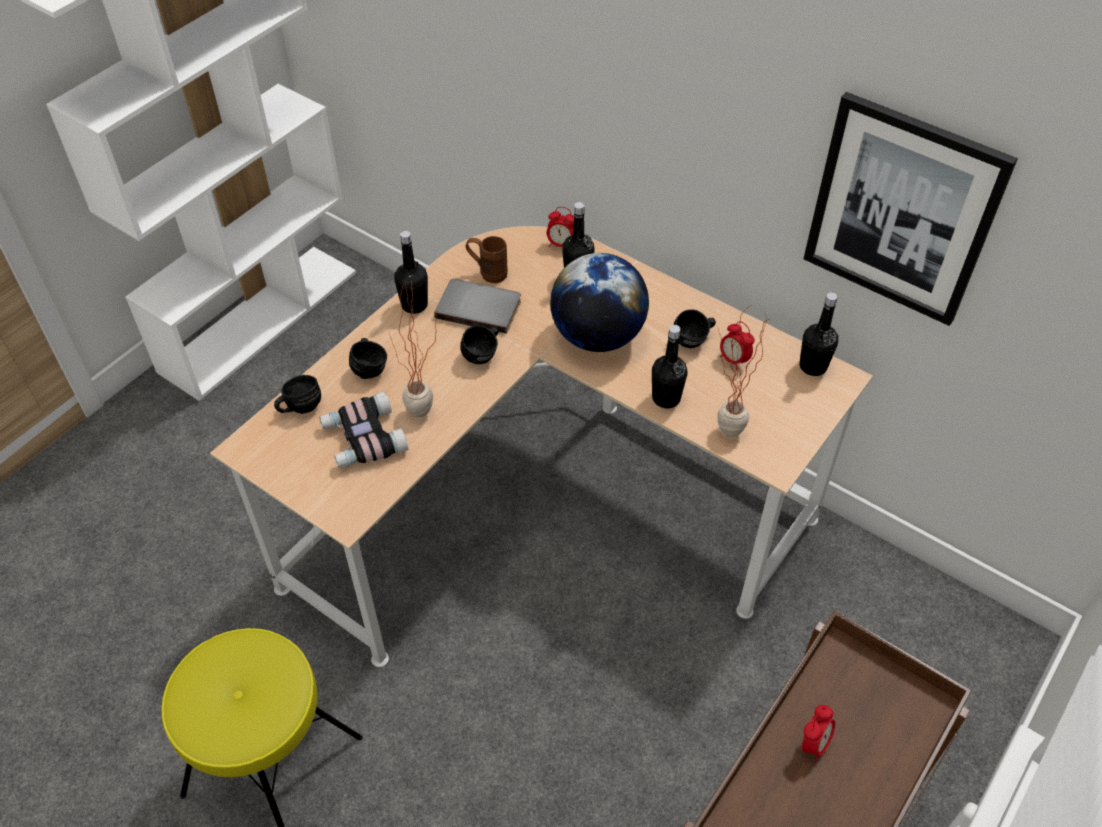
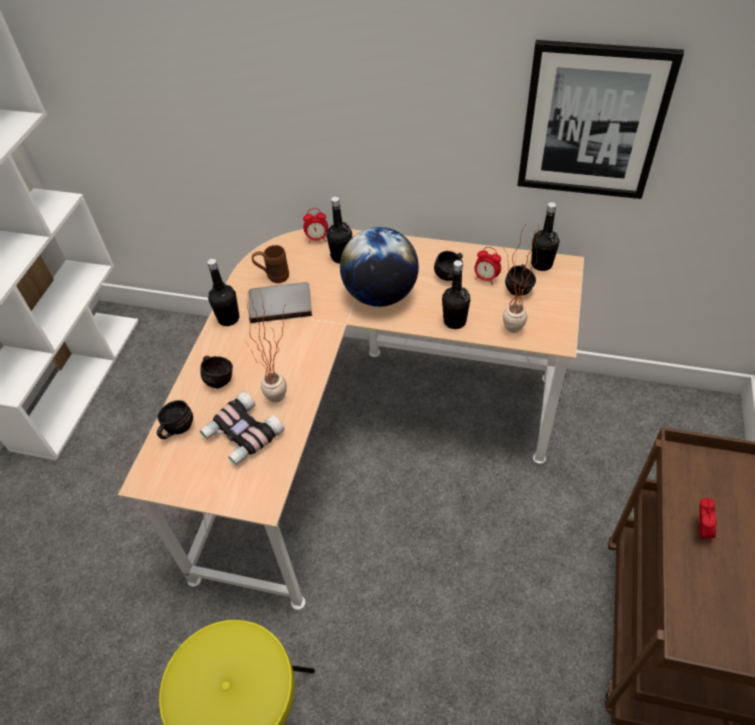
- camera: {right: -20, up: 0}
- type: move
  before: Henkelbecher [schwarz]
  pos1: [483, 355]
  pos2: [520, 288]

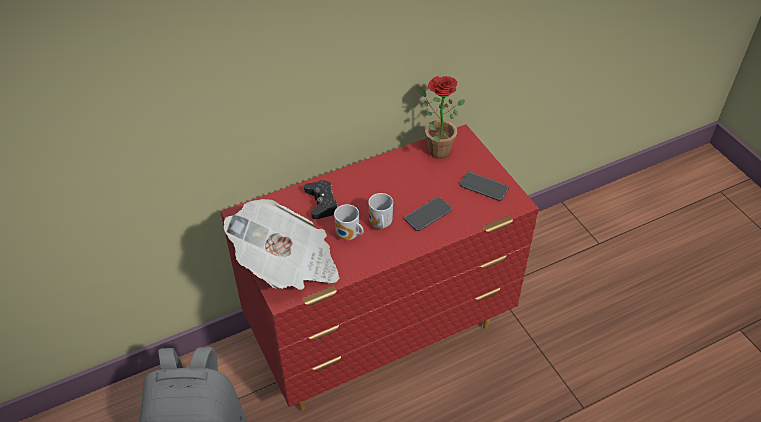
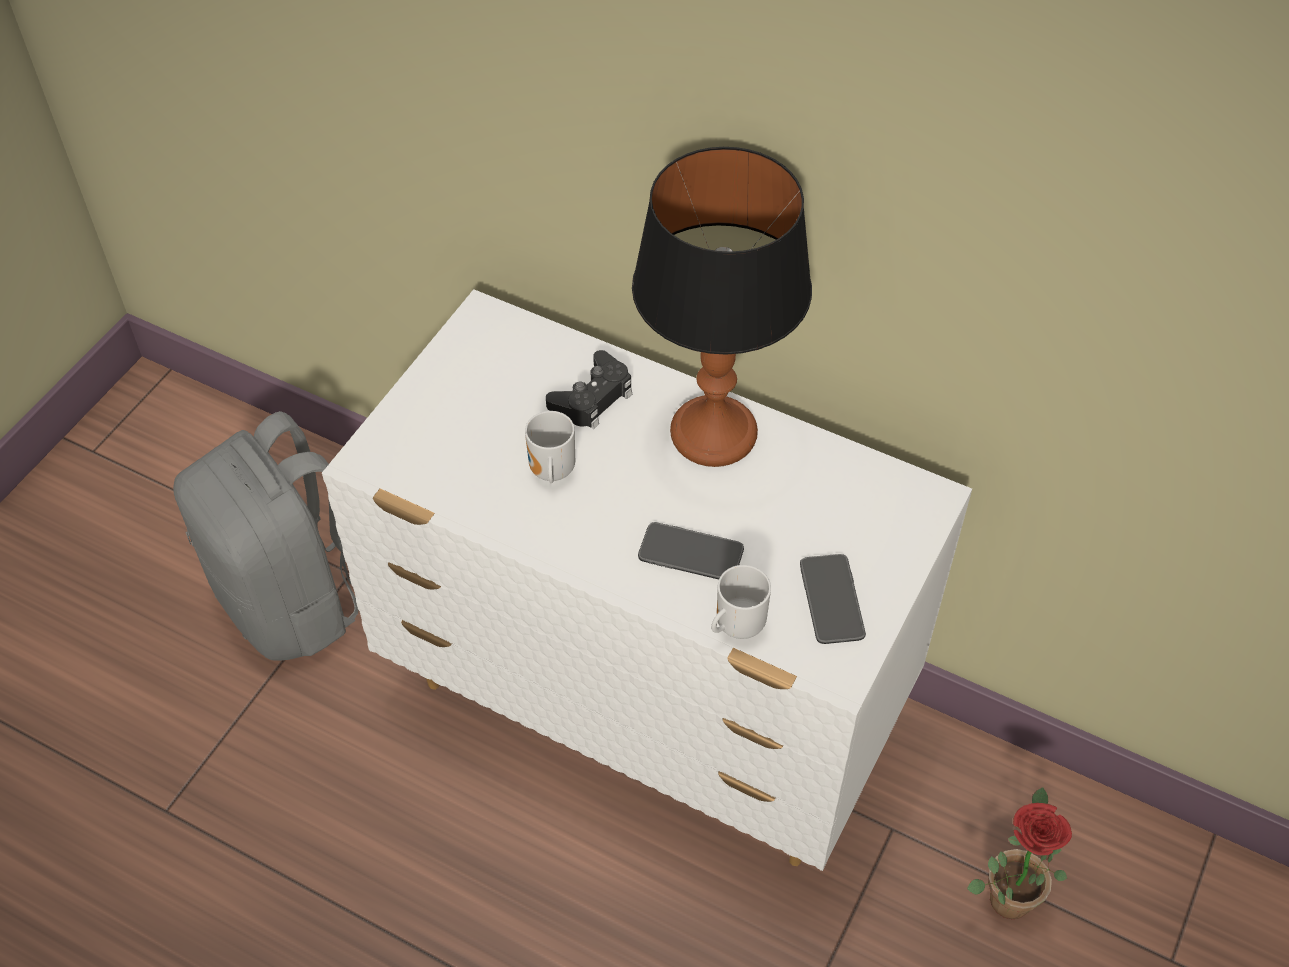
- camera: {right: 55, up: 5}
- type: recolor
  before: Kommode [rot]
  after: Kommode [weiß]
  pos1: [382, 335]
  pos2: [648, 711]
- type: insert
  after: Tischlampe
  pos2: [714, 433]
- type: move
  before: Henkelbecher
  pos1: [379, 225]
  pos2: [736, 625]
- type: move
  before: Topfpflanze
  pos1: [435, 149]
  pos2: [1008, 890]
- type: delete
  before: Zeitung
  pos1: [287, 265]

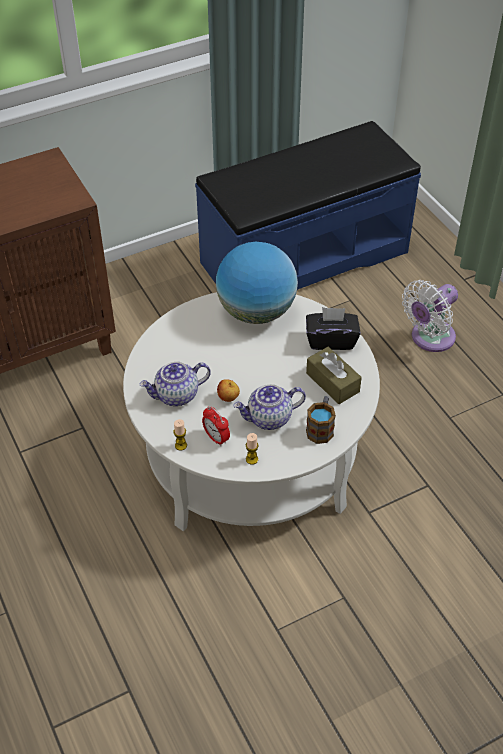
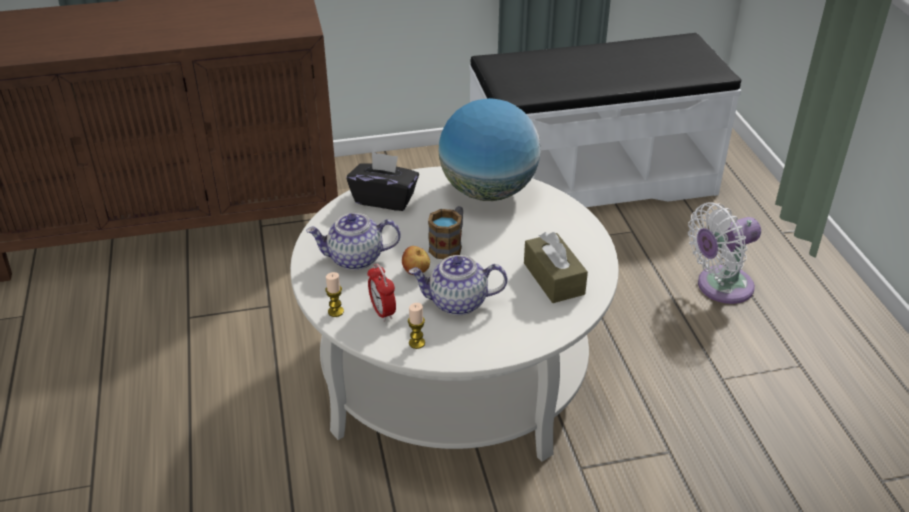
- camera: {right: 15, up: -10}
- type: move
  before: Taschentuchbox [schwarz]
  pos1: [331, 340]
  pos2: [384, 199]
- type: move
  before: Henkelbecher
  pos1: [321, 428]
  pos2: [449, 245]
- type: recolor
  before: Bank [blau]
  after: Bank [weiß]
  pos1: [303, 256]
  pos2: [590, 180]

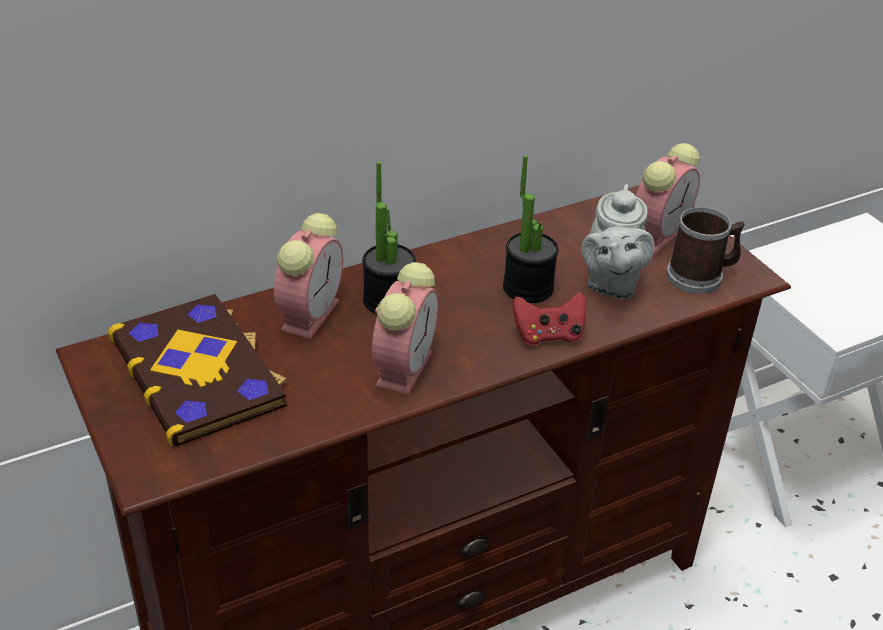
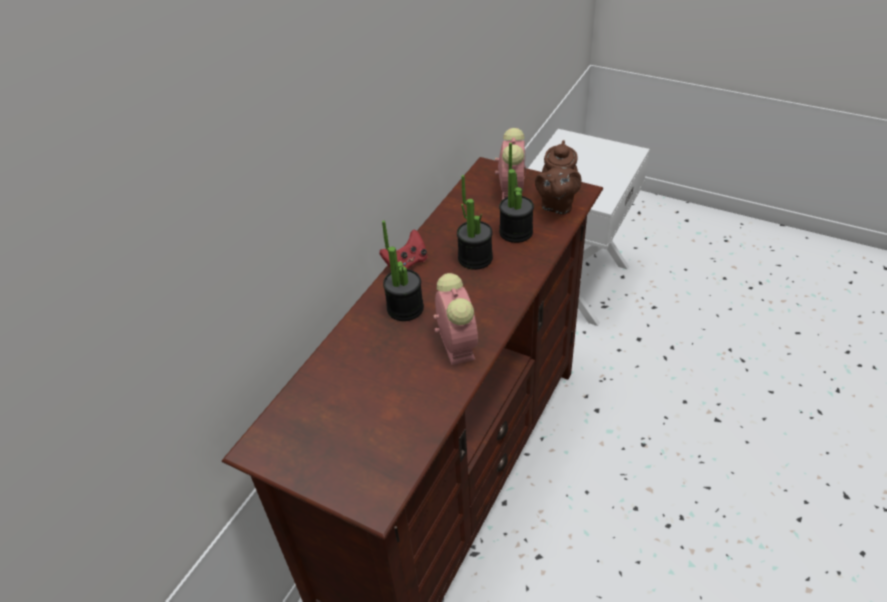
- camera: {right: -30, up: 5}
- type: move
  before: Gamepad [rot]
  pos1: [548, 335]
  pos2: [406, 264]
- type: replace
  before: Teekanne [grau]
  after: Topfpflanze
  pos1: [611, 283]
  pos2: [516, 232]
- type: replace
  before: Henkelbecher
  after: Teekanne [braun]
  pos1: [700, 276]
  pos2: [556, 204]
- type: delete
  before: Buch
  pos1: [199, 371]
- type: delete
  before: Wecker
  pos1: [310, 313]

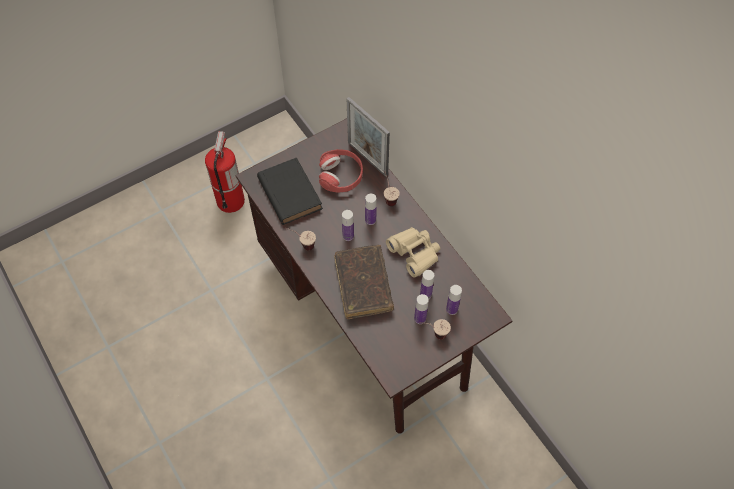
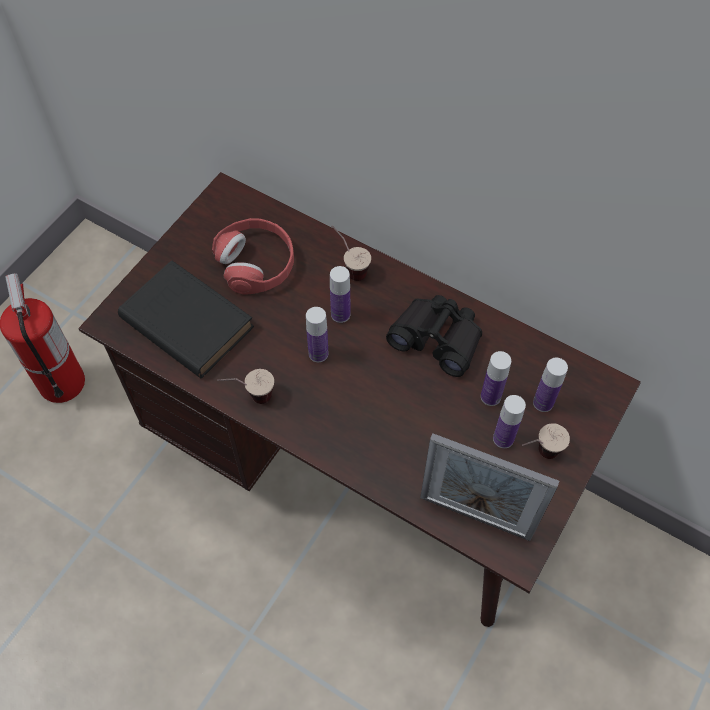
- camera: {right: -25, up: 0}
- type: recolor
  before: Fernglas [beige]
  after: Fernglas [schwarz]
  pos1: [414, 253]
  pos2: [437, 339]
- type: move
  before: Bilderrahmen
  pos1: [367, 159]
  pos2: [475, 516]
- type: delete
  before: Buch [braun]
  pos1: [363, 285]

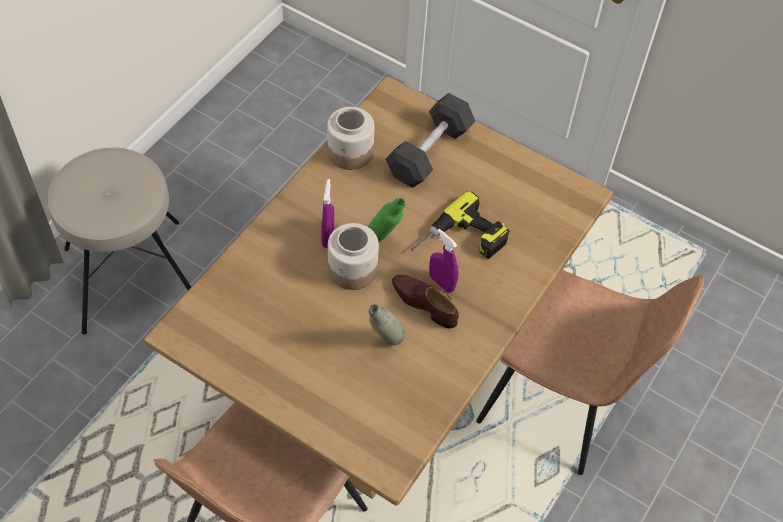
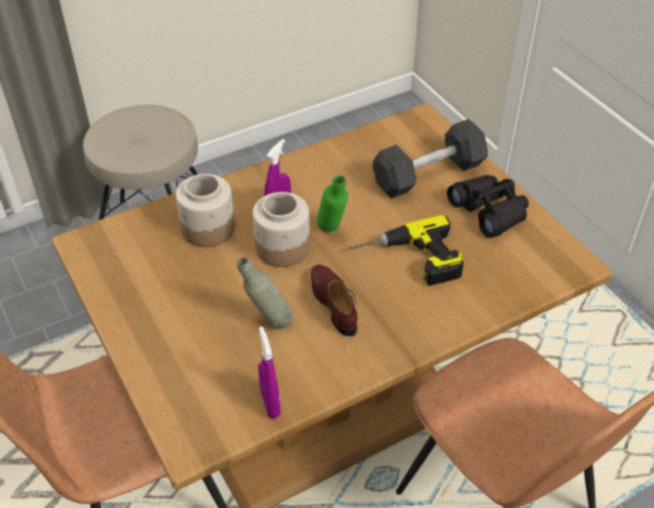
- camera: {right: 30, up: -10}
- type: move
  before: Vorratsglas
  pos1: [350, 153]
  pos2: [208, 229]
- type: move
  before: Sprühflasche [lila]
  pos1: [441, 283]
  pos2: [270, 403]
- type: insert
  after: Fernglas [schwarz]
  pos2: [489, 211]

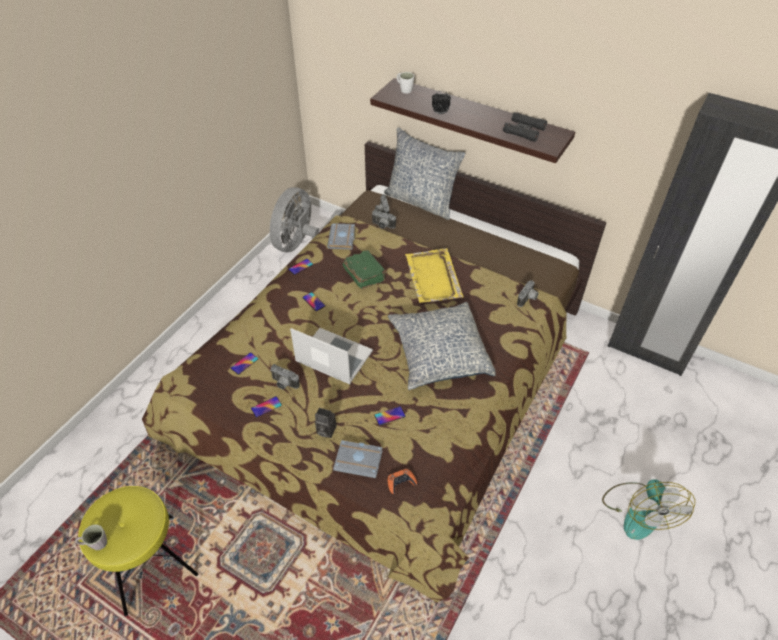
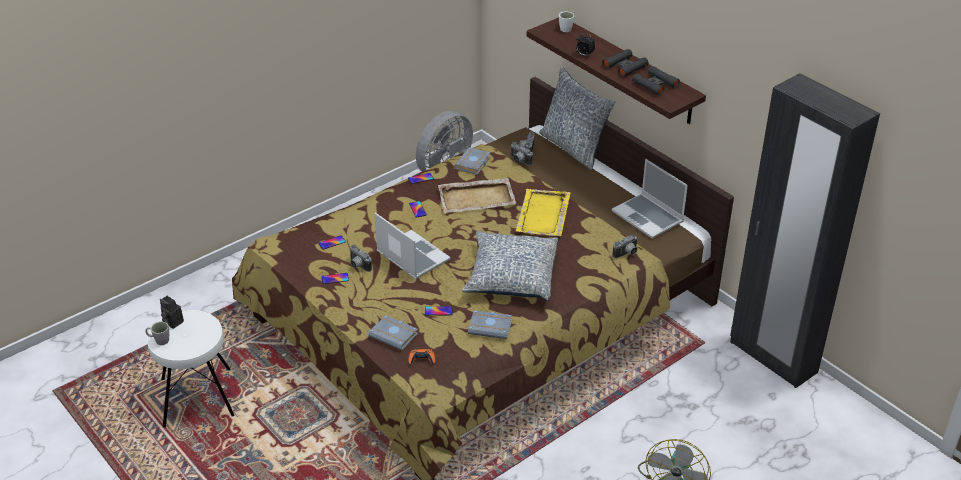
- camera: {right: 20, up: -10}
- type: recolor
  before: Hocker [gelb]
  after: Hocker [weiß]
  pos1: [149, 564]
  pos2: [197, 398]
- type: move
  before: Kamera
  pos1: [325, 430]
  pos2: [172, 322]
- type: replace
  before: Buch [grün]
  after: Tablett [beige]
  pos1: [364, 274]
  pos2: [477, 198]
- type: insert
  after: Buch [grau]
  pos2: [491, 327]
- type: insert
  after: Fernglas [schwarz]
  pos2: [625, 67]
- type: insert
  after: Laptop
  pos2: [648, 217]

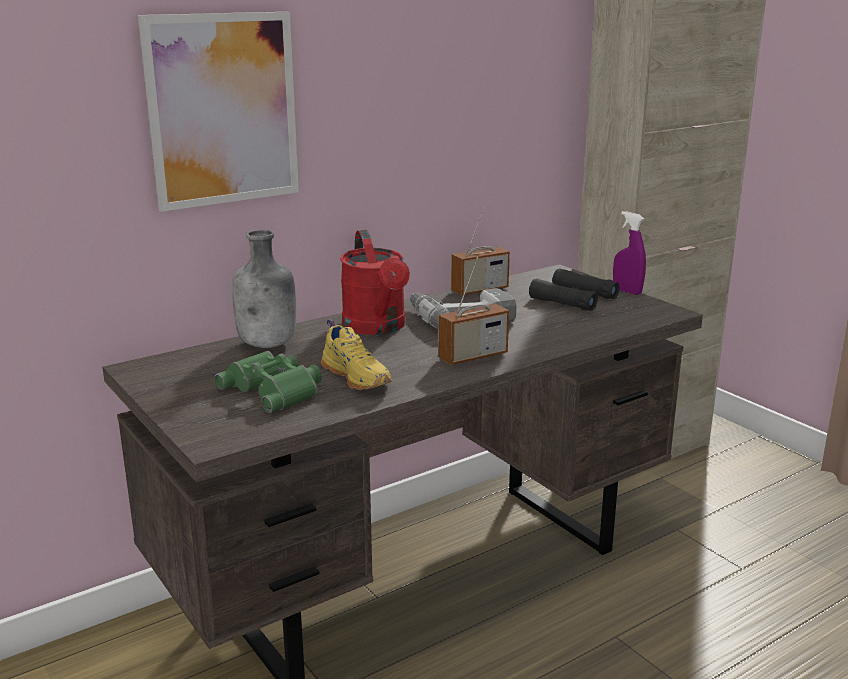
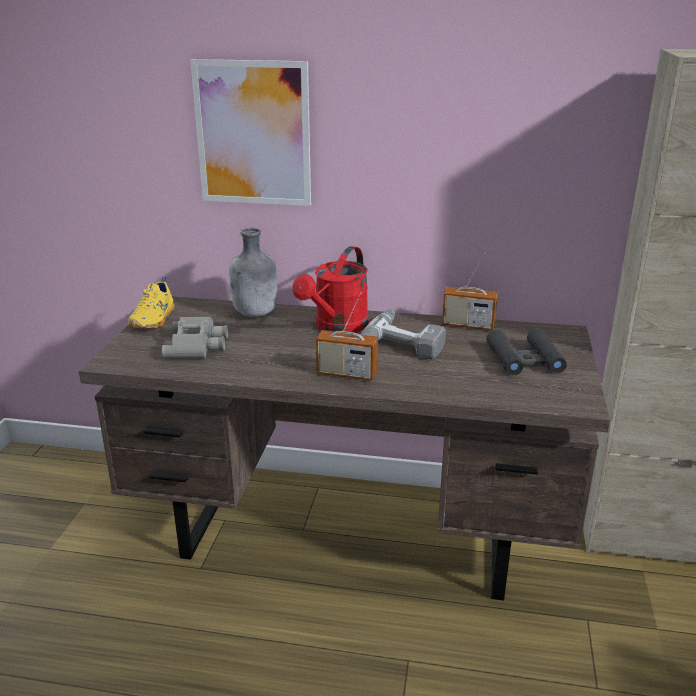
- camera: {right: 45, up: 5}
- type: move
  before: Schuh [gelb]
  pos1: [357, 377]
  pos2: [154, 320]
- type: recolor
  before: Fernglas [grün]
  after: Fernglas [grau]
  pos1: [275, 389]
  pos2: [198, 345]
- type: delete
  before: Sprühflasche [lila]
  pos1: [627, 291]

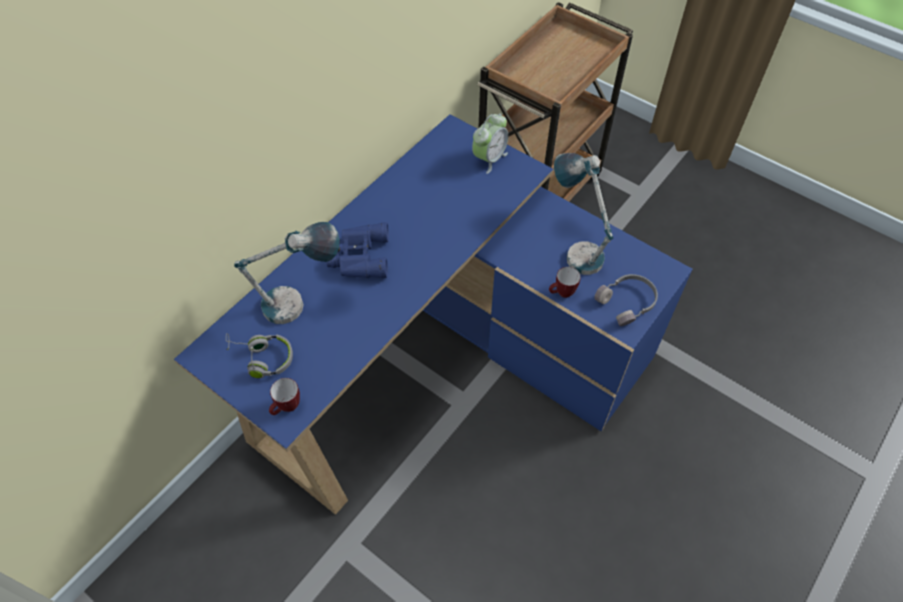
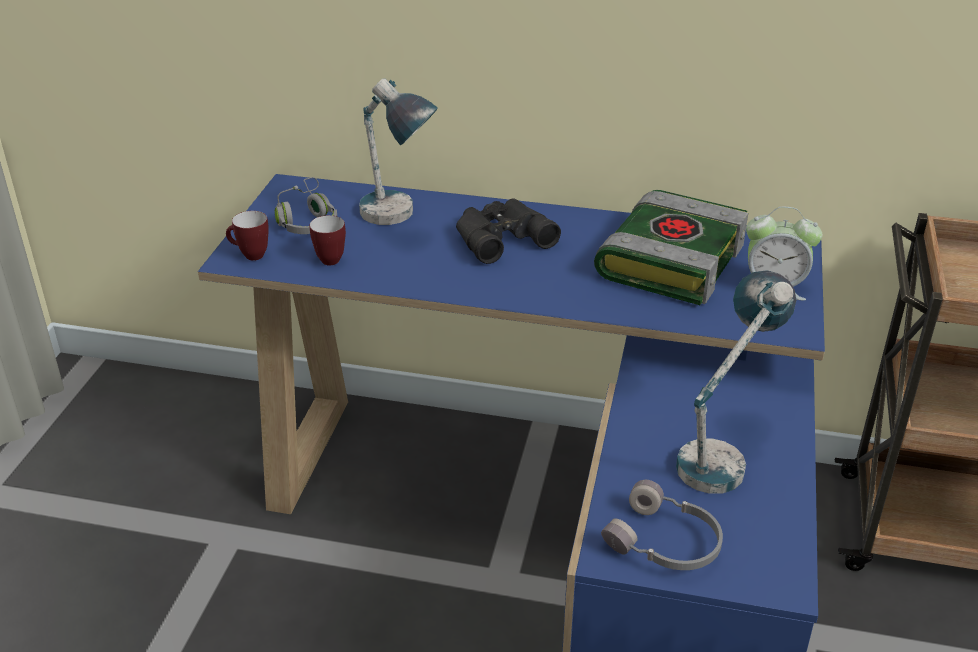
- camera: {right: 65, up: -20}
- type: move
  before: Henkelbecher
  pos1: [562, 294]
  pos2: [326, 259]
- type: recolor
  before: Fernglas [blau]
  after: Fernglas [schwarz]
  pos1: [358, 257]
  pos2: [500, 237]
- type: insert
  after: Buch
  pos2: [669, 260]

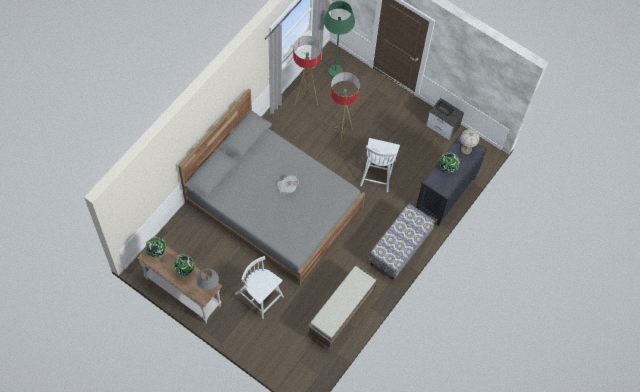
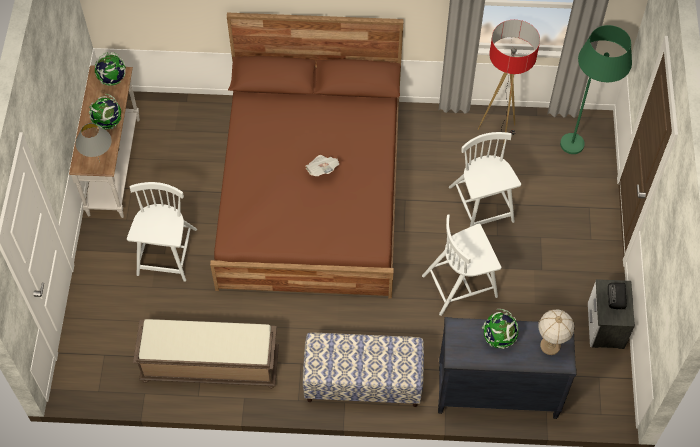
- camera: {right: 60, up: -5}
- type: recolor
  before: Bett [grau]
  after: Bett [braun]
  pos1: [274, 205]
  pos2: [311, 192]
- type: replace
  before: Stehlampe
  after: Stuhl [weiß]
  pos1: [340, 134]
  pos2: [481, 206]

